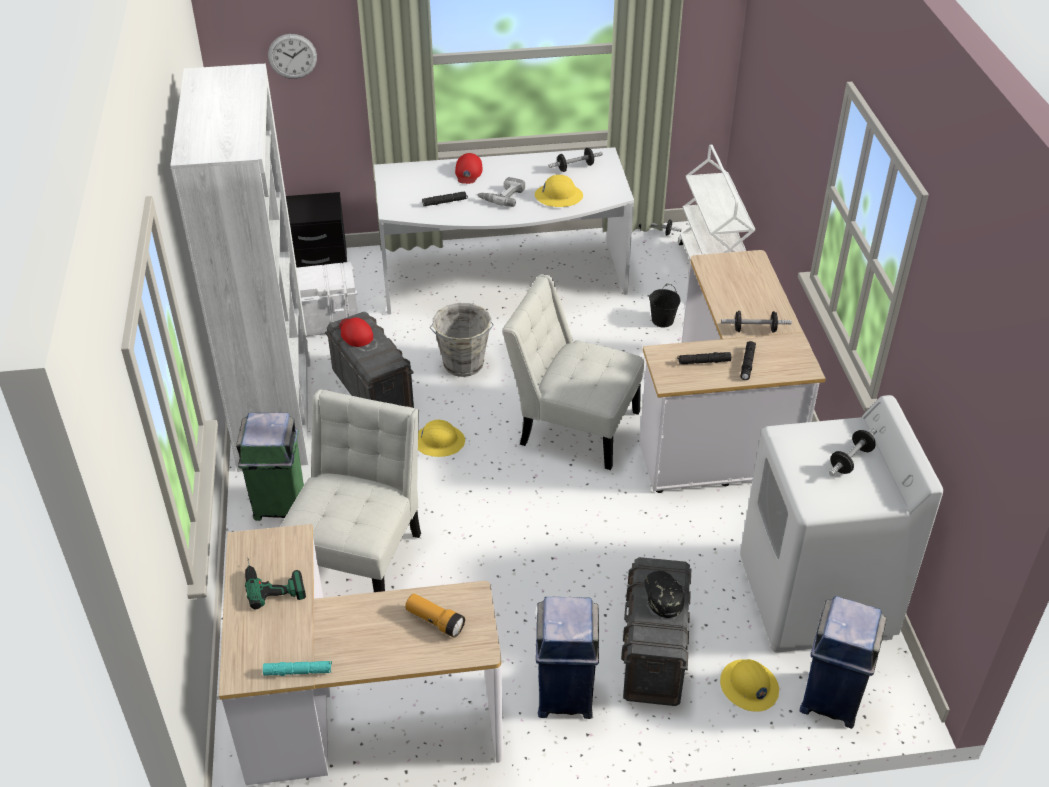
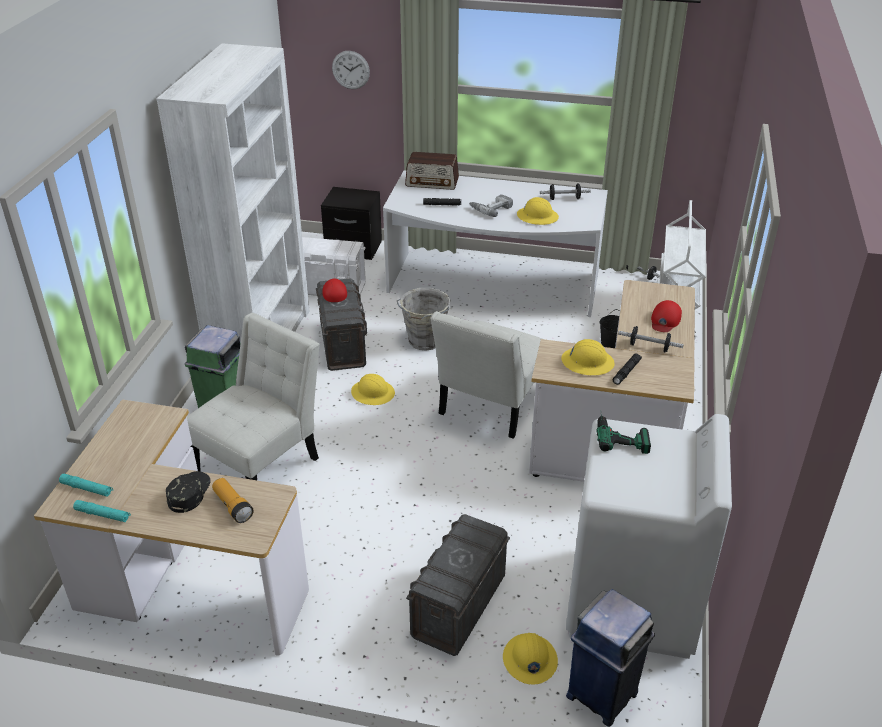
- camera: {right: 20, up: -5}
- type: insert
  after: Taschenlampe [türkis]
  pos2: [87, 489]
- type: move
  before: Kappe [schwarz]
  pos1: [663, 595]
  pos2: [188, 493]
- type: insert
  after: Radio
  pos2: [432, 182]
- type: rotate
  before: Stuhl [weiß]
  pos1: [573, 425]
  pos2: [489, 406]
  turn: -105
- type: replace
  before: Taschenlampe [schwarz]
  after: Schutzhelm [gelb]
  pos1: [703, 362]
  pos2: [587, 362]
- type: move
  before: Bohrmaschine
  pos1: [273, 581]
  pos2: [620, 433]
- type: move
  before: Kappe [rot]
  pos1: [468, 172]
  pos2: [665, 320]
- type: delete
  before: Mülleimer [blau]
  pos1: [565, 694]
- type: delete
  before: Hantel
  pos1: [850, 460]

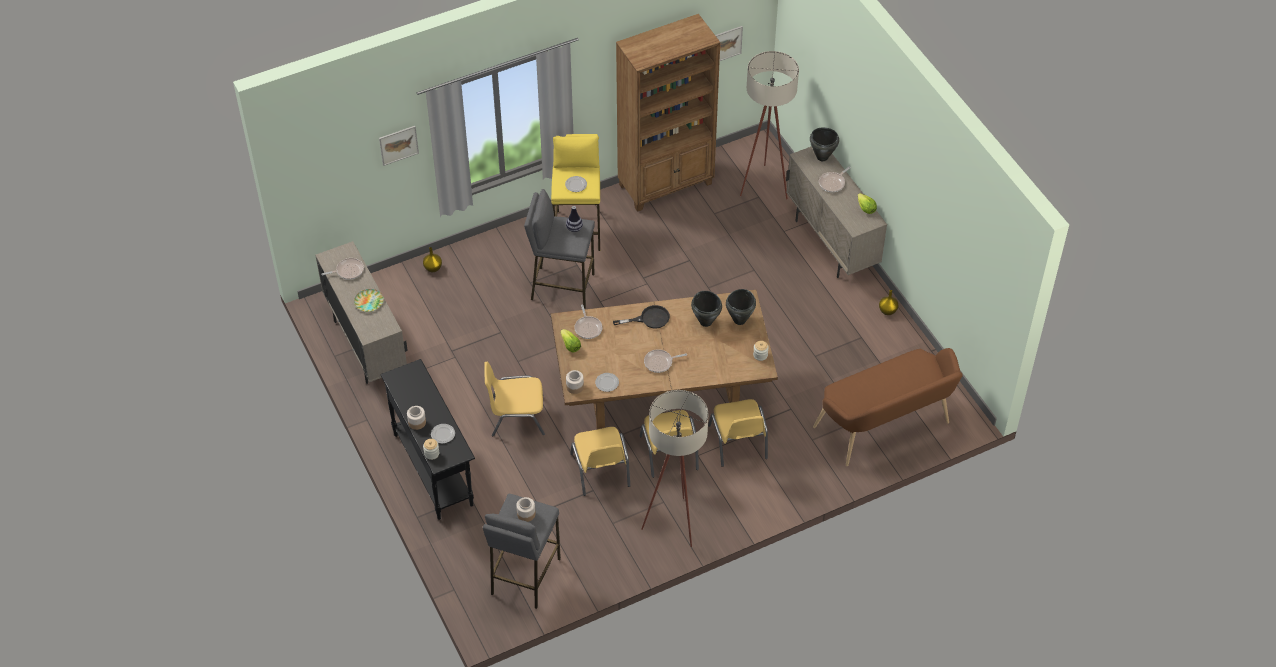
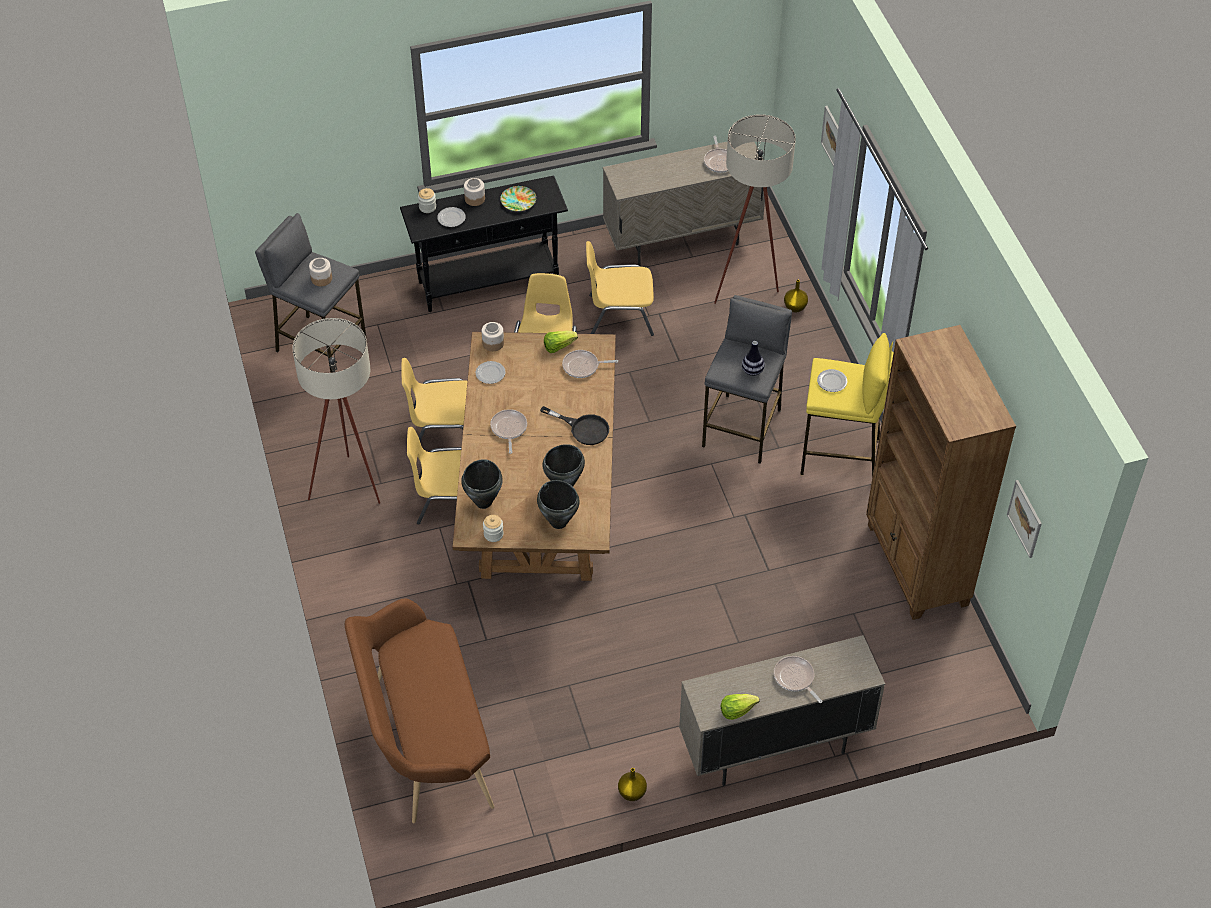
- camera: {right: 100, up: 0}
- type: move
  before: Kochtopf [schwarz]
  pos1: [822, 157]
  pos2: [484, 502]
- type: move
  before: Teller
  pos1: [369, 302]
  pos2: [518, 201]
- type: rotate
  before: Pfanne [schwarz]
  pos1: [649, 319]
  pos2: [583, 428]
  turn: -60
- type: move
  before: Stuhl [gelb]
  pos1: [738, 443]
  pos2: [619, 314]
- type: move
  before: Stehlampe [beige]
  pos1: [764, 182]
  pos2: [748, 287]

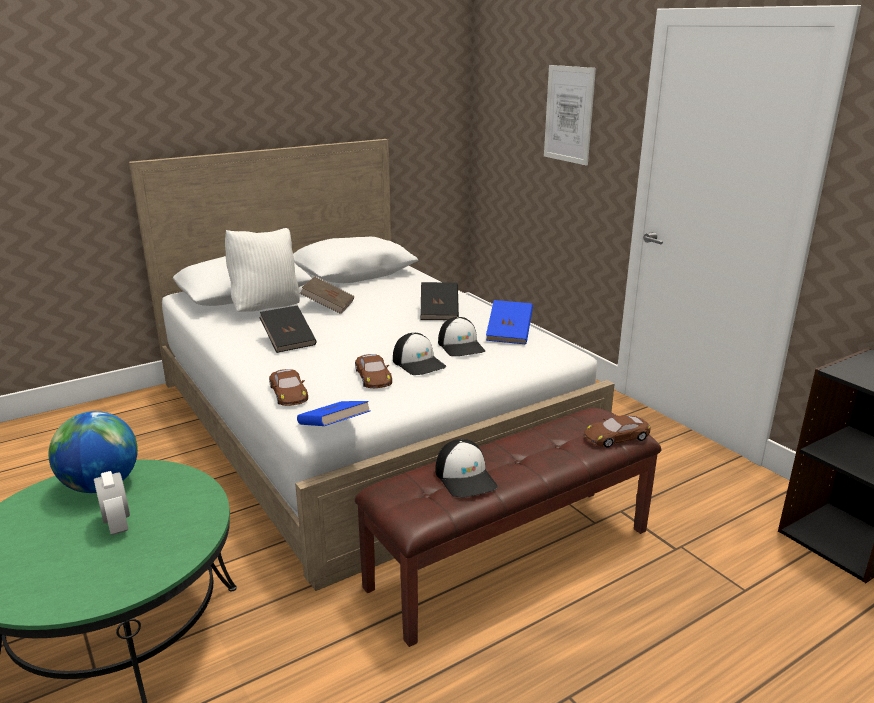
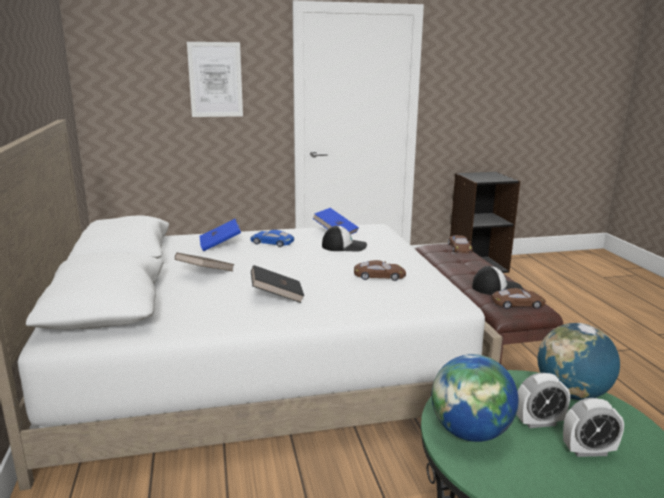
- camera: {right: -70, up: -5}
- type: move
  before: Buch [blau]
  pos1: [333, 429]
  pos2: [220, 245]
- type: replace
  before: Buch [schwarz]
  after: Spielzeugauto [blau]
  pos1: [439, 313]
  pos2: [272, 242]
- type: move
  before: Spielzeugauto [braun]
  pos1: [288, 393]
  pos2: [517, 303]
- type: insert
  after: Globus
  pos2: [572, 393]
- type: insert
  after: Wecker
  pos2: [588, 451]
- type: delete
  before: Kissen [weiß]
  pos1: [266, 308]
- type: delete
  before: Kappe
  pos1: [419, 363]

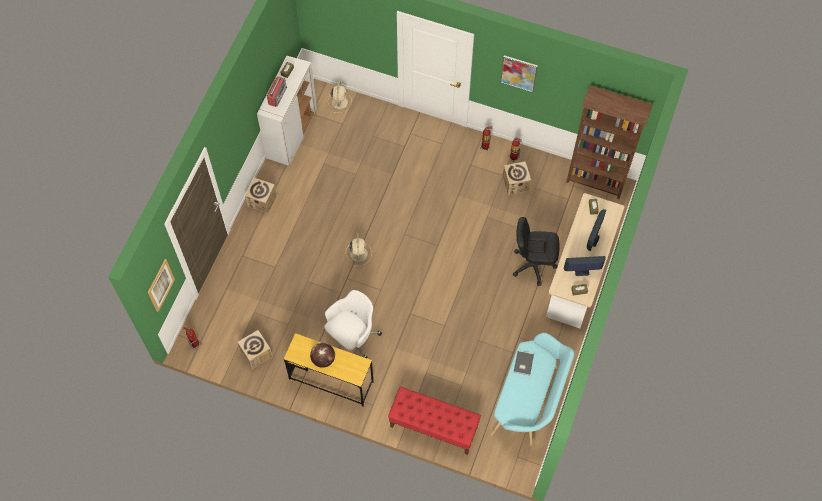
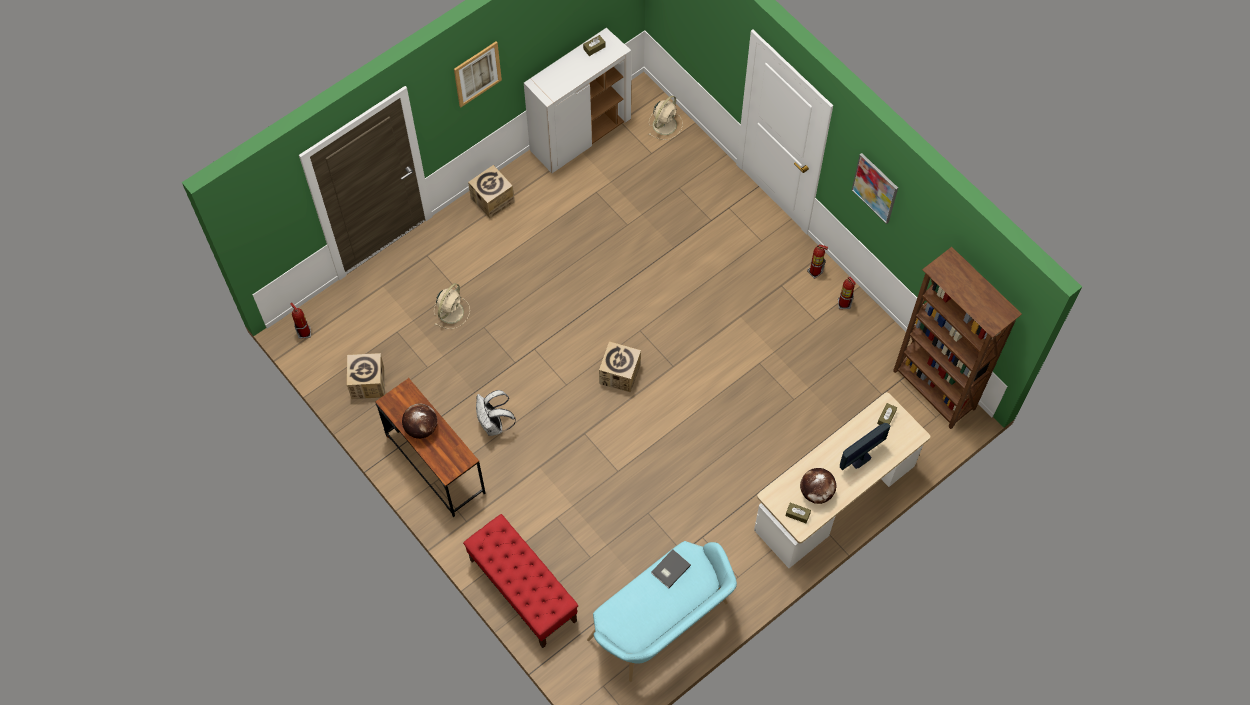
- camera: {right: 30, up: 0}
- type: recolor
  before: Schreibtisch [gelb]
  after: Schreibtisch [braun]
  pos1: [331, 381]
  pos2: [435, 464]
- type: move
  before: Ventilator [beige]
  pos1: [359, 253]
  pos2: [451, 311]
- type: move
  before: Bild
  pos1: [160, 285]
  pos2: [477, 74]
- type: replace
  before: Bürostuhl [weiß]
  after: Rucksack [weiß]
  pos1: [352, 337]
  pos2: [494, 425]
- type: move
  before: Karton
  pos1: [515, 183]
  pos2: [620, 374]
- type: replace
  before: Monitor
  after: Globus
  pos1: [581, 272]
  pos2: [816, 492]
- type: delete
  before: Radio
  pos1: [277, 95]
- type: delete
  before: Bürostuhl [schwarz]
  pos1: [533, 264]

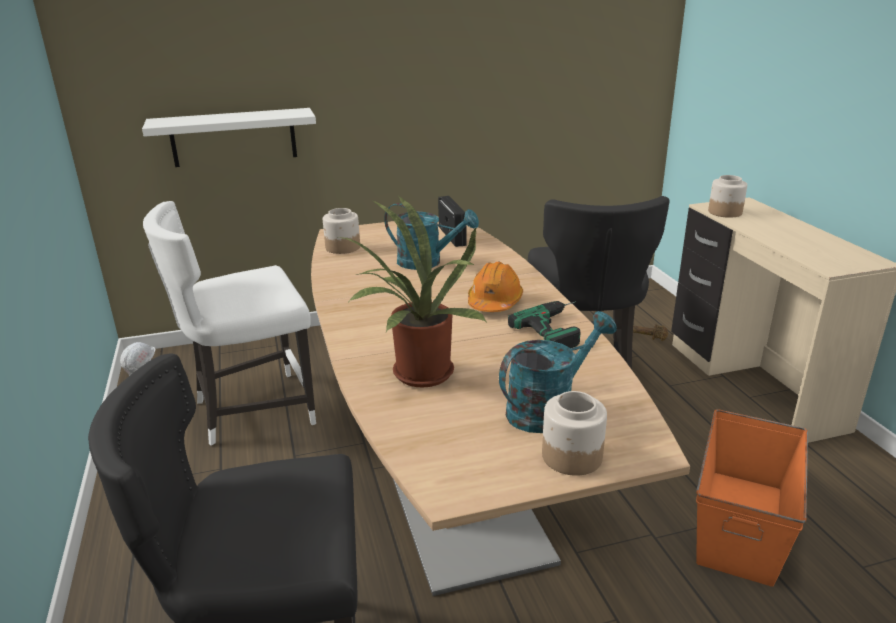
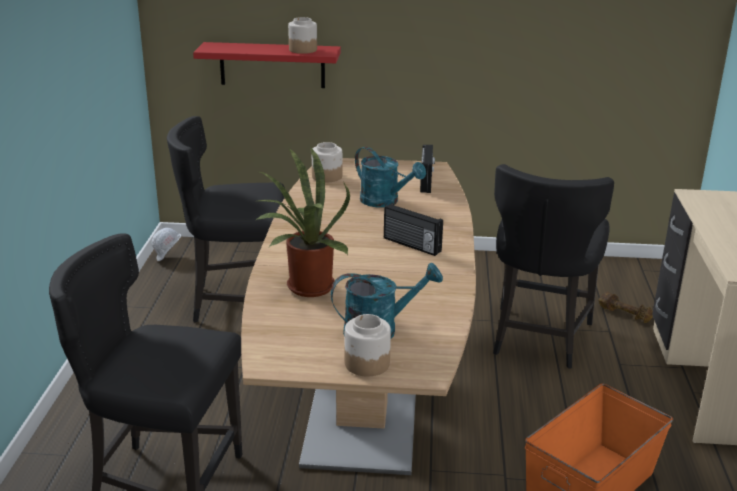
- camera: {right: 20, up: 0}
- type: recolor
  before: Stuhl [weiß]
  after: Stuhl [schwarz]
  pos1: [252, 410]
  pos2: [238, 302]
- type: recolor
  before: Wandregal [weiß]
  after: Wandregal [rot]
  pos1: [233, 137]
  pos2: [272, 65]
- type: move
  before: Vorratsglas
  pos1: [724, 212]
  pos2: [302, 50]
- type: replace
  before: Schutzhelm [orange]
  after: Radio
  pos1: [494, 302]
  pos2: [411, 245]
- type: delete
  before: Bohrmaschine
  pos1: [559, 329]

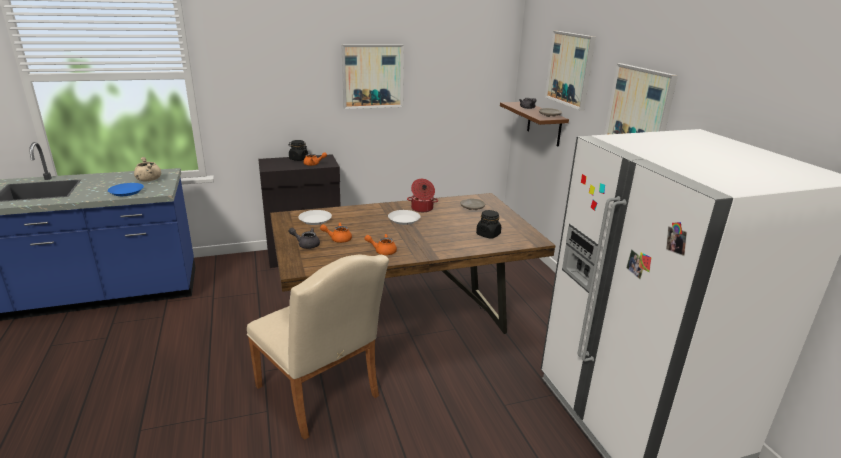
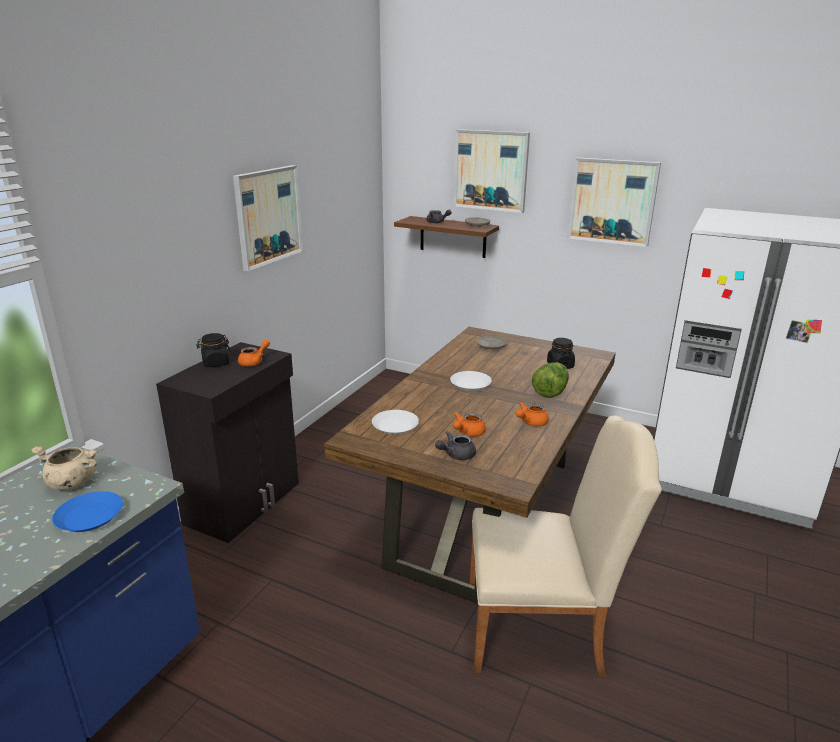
- camera: {right: -45, up: 0}
- type: insert
  after: Salatkopf
  pos2: [550, 392]
- type: delete
  before: Kochtopf
  pos1: [422, 209]

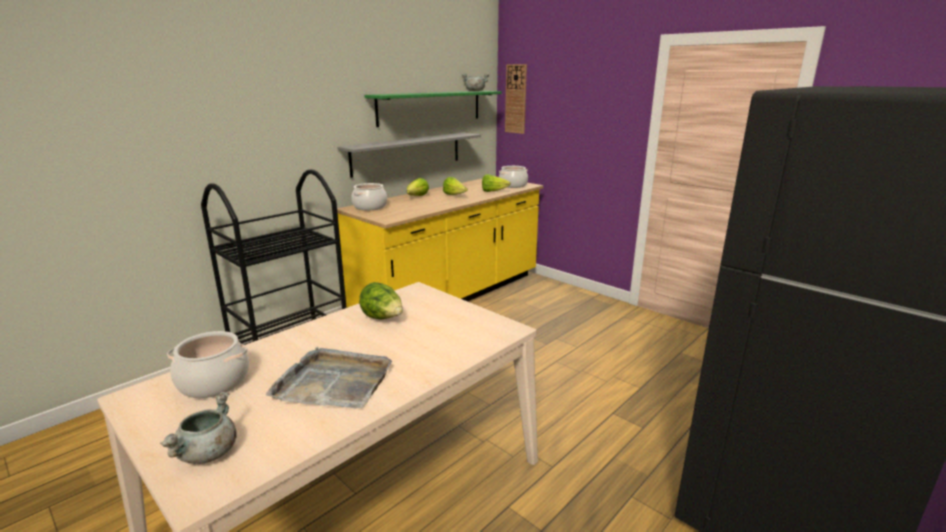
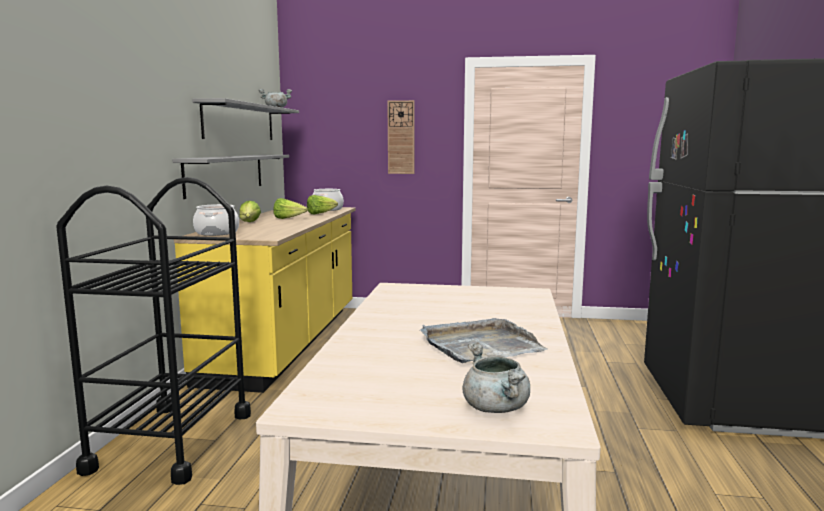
- camera: {right: -35, up: -10}
- type: recolor
  before: Wandregal [grün]
  after: Wandregal [grau]
  pos1: [430, 107]
  pos2: [240, 122]
- type: move
  before: Wanduhr
  pos1: [516, 99]
  pos2: [401, 137]
- type: delete
  before: Kochtopf
  pos1: [214, 382]
- type: delete
  before: Salatkopf
  pos1: [383, 318]

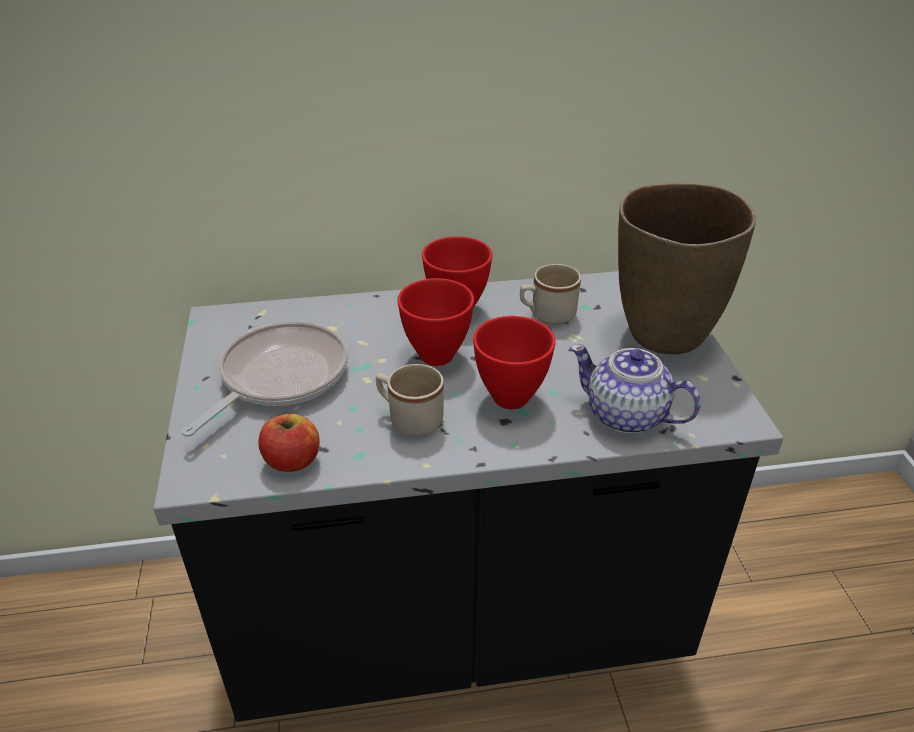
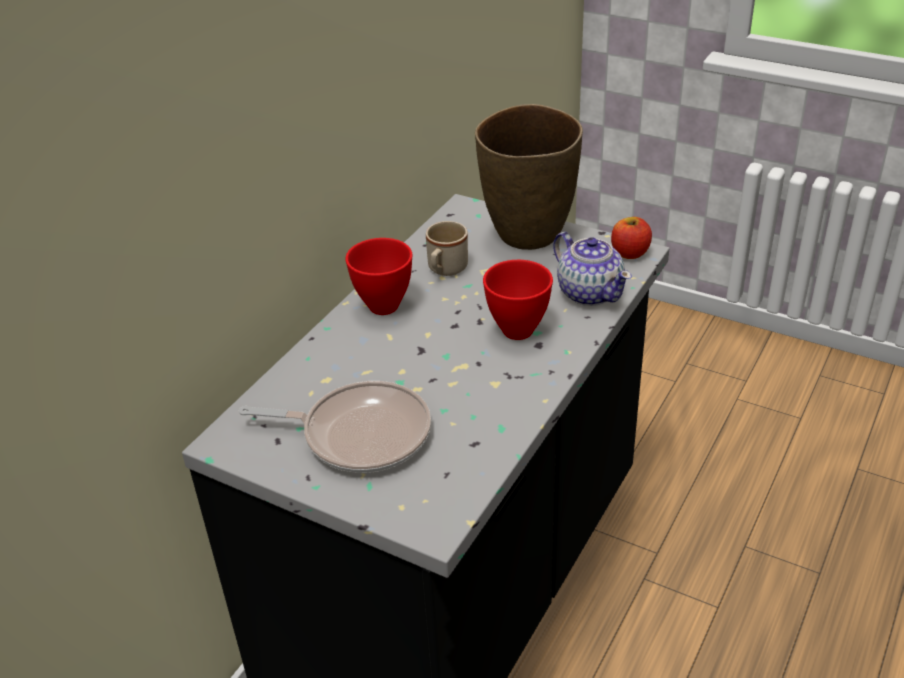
- camera: {right: -50, up: 0}
- type: rotate
  before: Pfanne
  pos1: [279, 378]
  pos2: [359, 434]
  turn: 120
- type: rotate
  before: Teekanne
  pos1: [627, 416]
  pos2: [589, 292]
  turn: -105
- type: move
  before: Apfel
  pos1: [292, 460]
  pos2: [629, 253]
- type: delete
  before: Henkelbecher [beige]
  pos1: [409, 419]
- type: delete
  before: Schüssel [rot]
  pos1: [437, 354]

